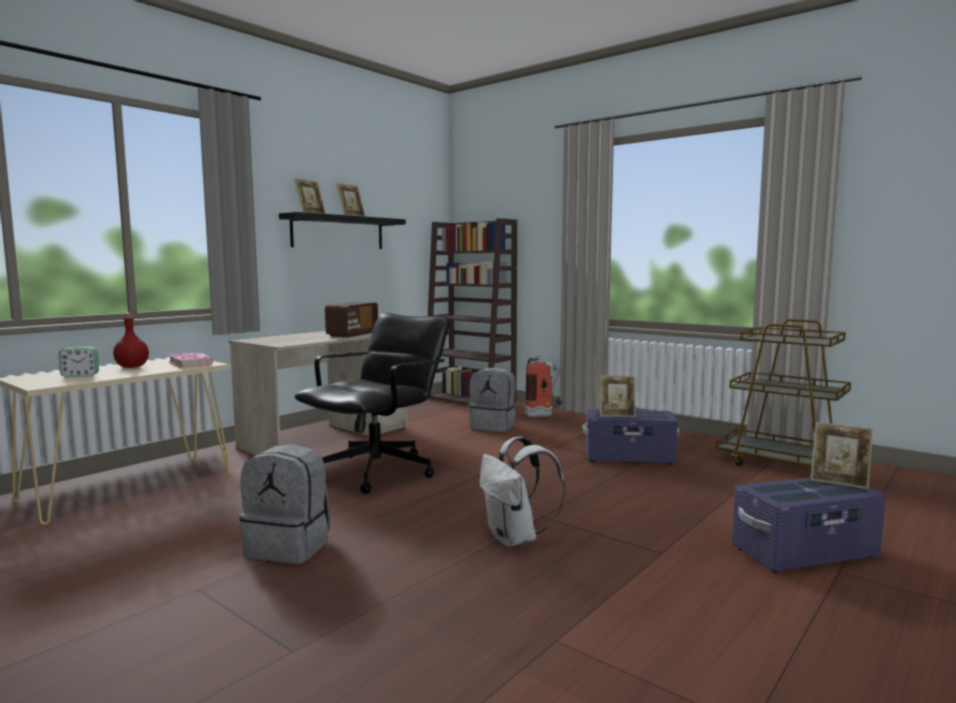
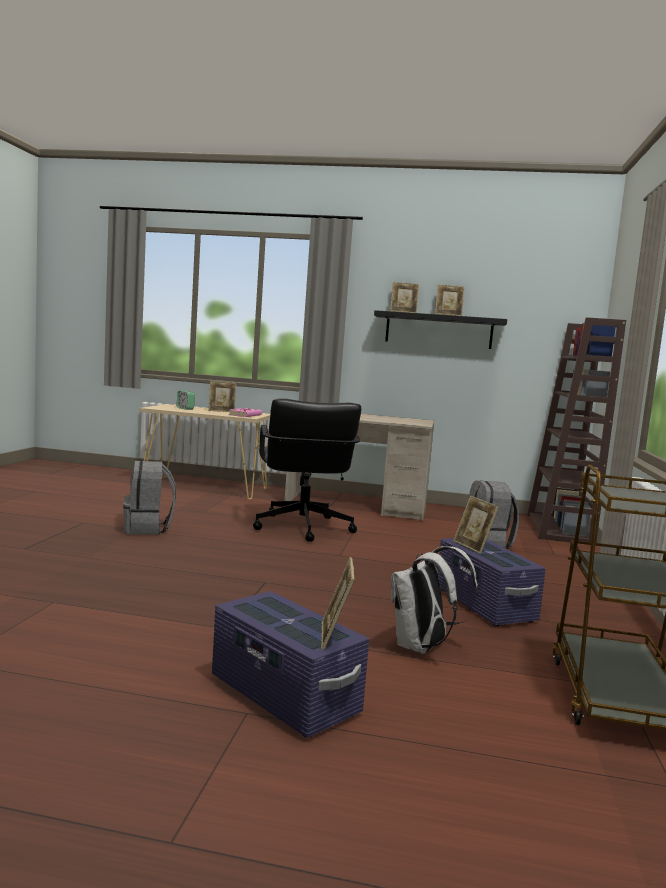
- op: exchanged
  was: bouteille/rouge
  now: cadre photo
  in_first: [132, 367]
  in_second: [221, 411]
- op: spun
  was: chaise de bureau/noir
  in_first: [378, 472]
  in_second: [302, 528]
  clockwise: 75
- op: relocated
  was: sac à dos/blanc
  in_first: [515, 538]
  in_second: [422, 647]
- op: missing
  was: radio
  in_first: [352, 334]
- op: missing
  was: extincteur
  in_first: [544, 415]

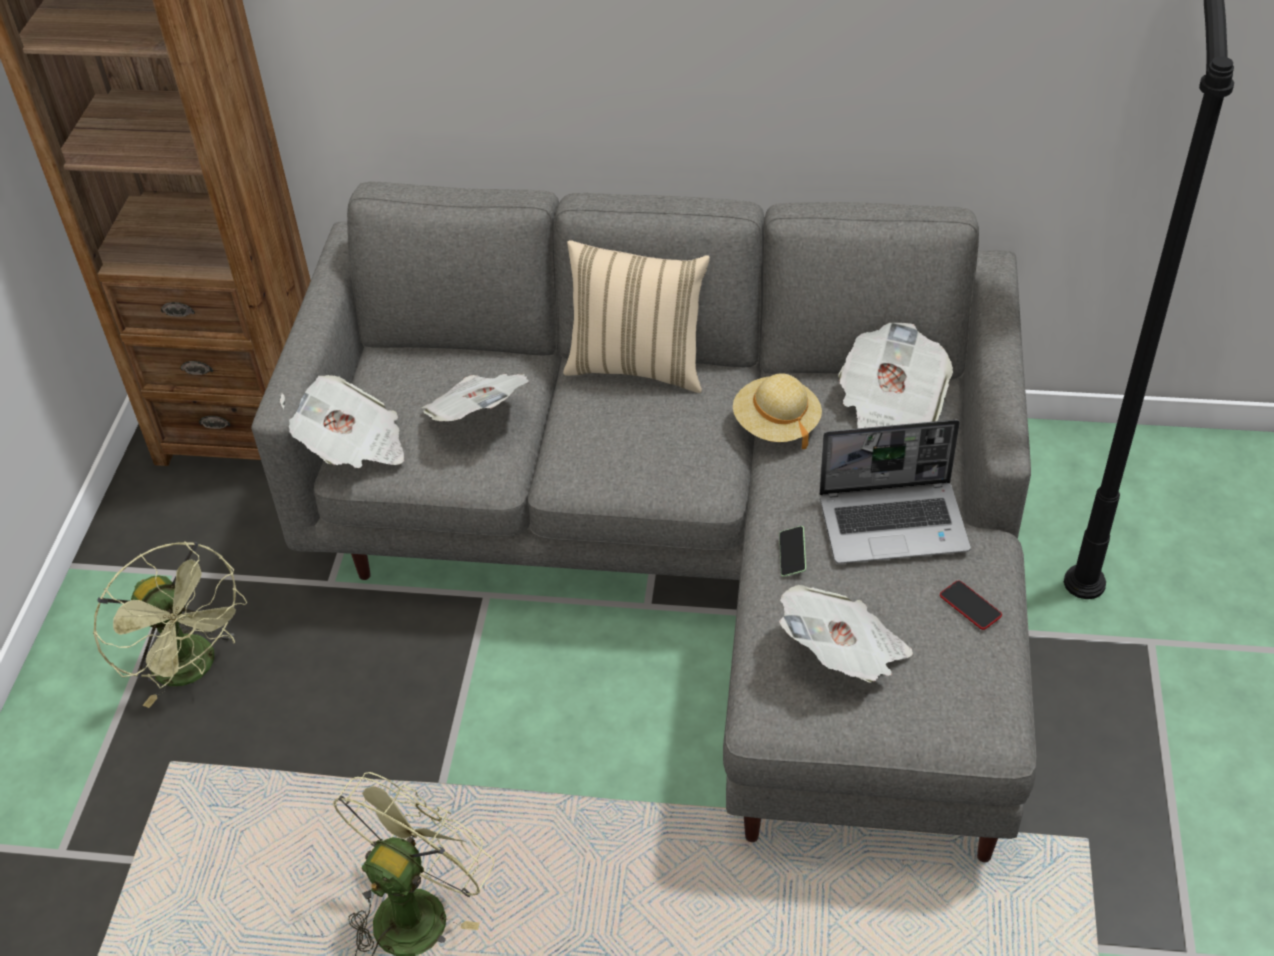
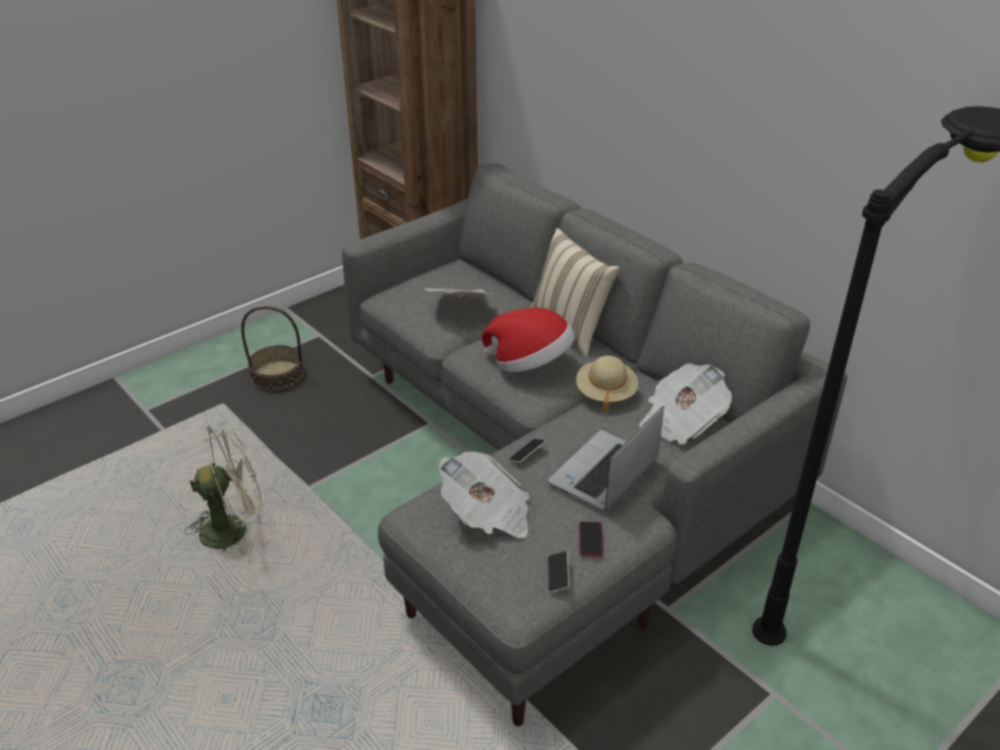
- op: exchanged
  was: ventilateur/vert
  now: panier
  in_first: [193, 669]
  in_second: [277, 374]
- op: appeared
  now: chapeau
  in_second: [530, 364]
- op: spun
  was: ordinateur portable
  in_first: [894, 523]
  in_second: [604, 474]
  clockwise: 90
- op: appeared
  now: téléphone
  in_second: [558, 576]
- op: missing
  was: journal
  in_first: [352, 446]

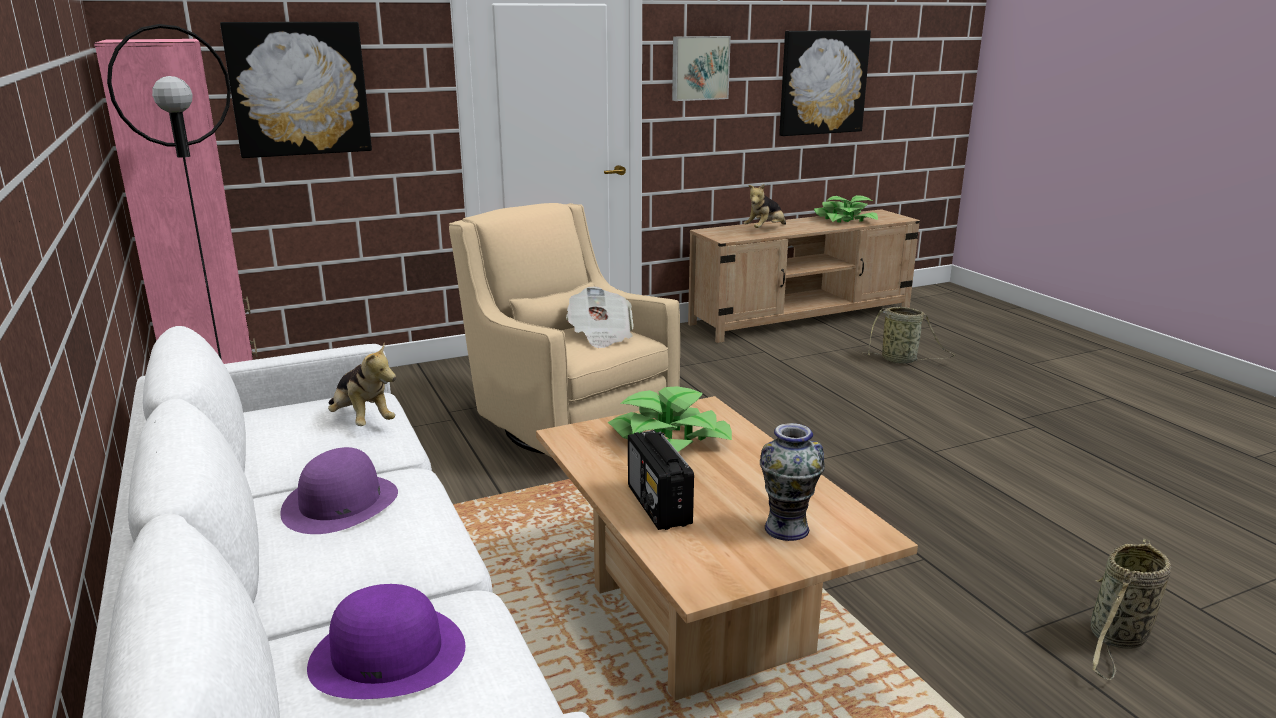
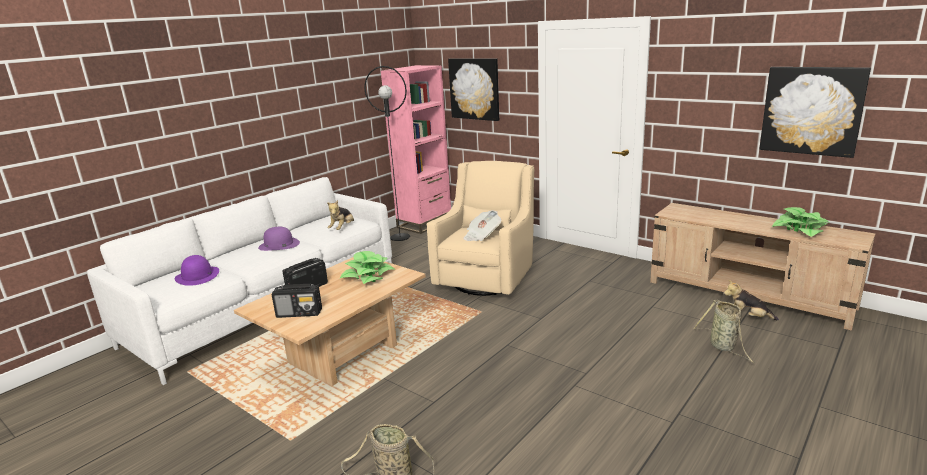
- op: exchanged
  was: vase
  now: radio
  in_first: [786, 528]
  in_second: [300, 313]
- op: relocated
  was: peluche
  in_first: [765, 229]
  in_second: [747, 317]
- op: missing
  was: tableau
  in_first: [699, 68]

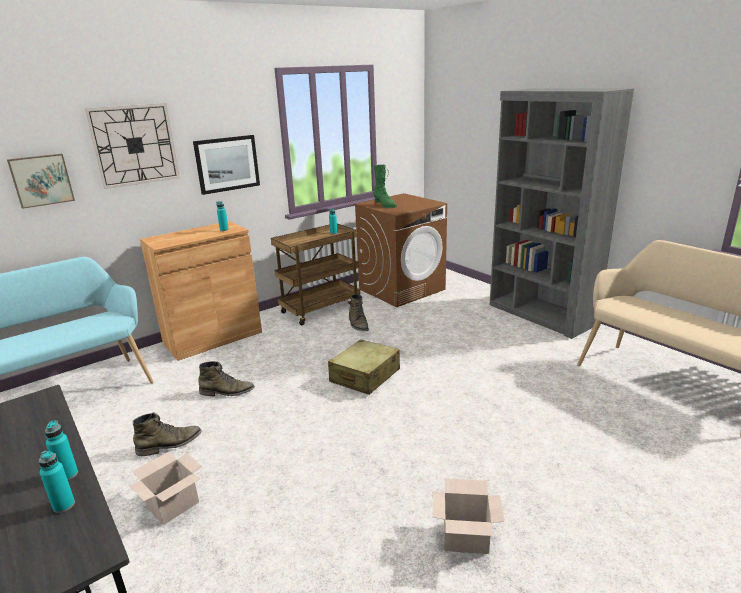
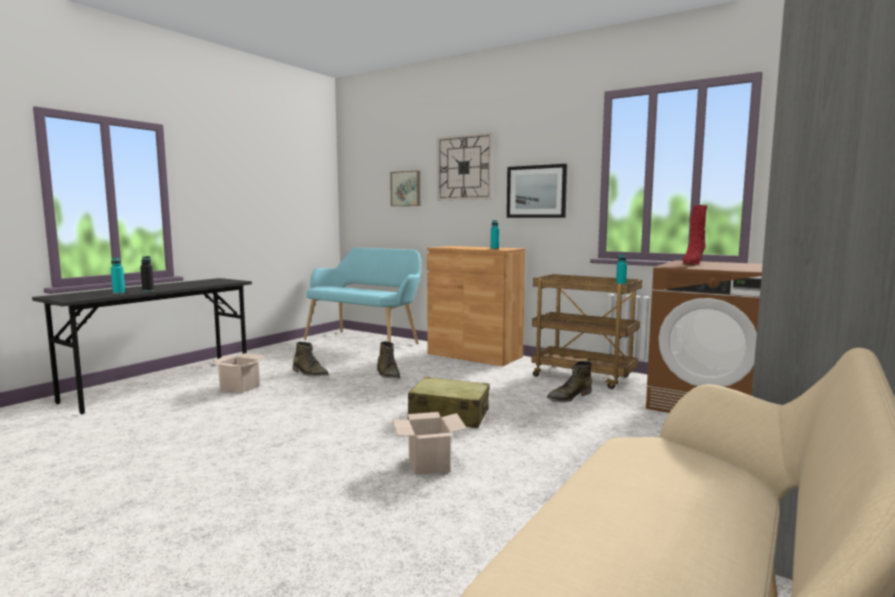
- op: colour
  was: bouteille/turquoise
  now: bouteille/noir
  in_first: [68, 474]
  in_second: [148, 291]
- op: relocated
  was: carton
  in_first: [464, 538]
  in_second: [427, 463]
- op: colour
  was: botte/vert
  now: botte/rouge
  in_first: [385, 205]
  in_second: [692, 263]

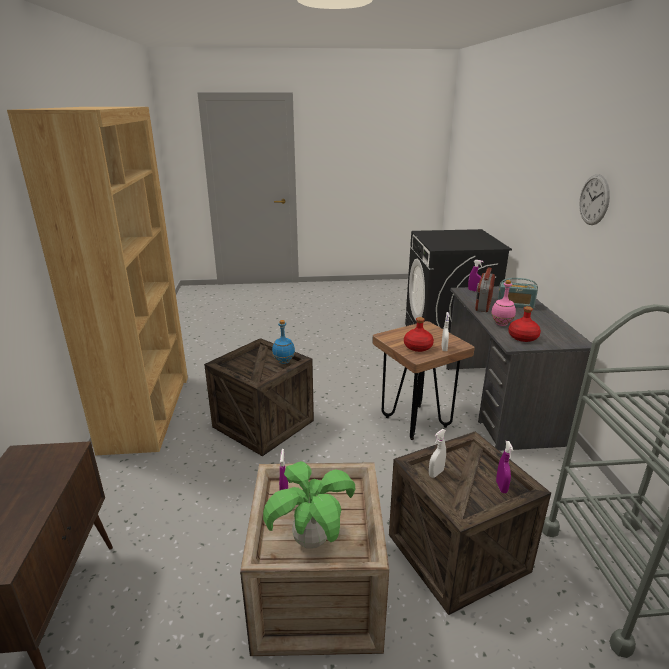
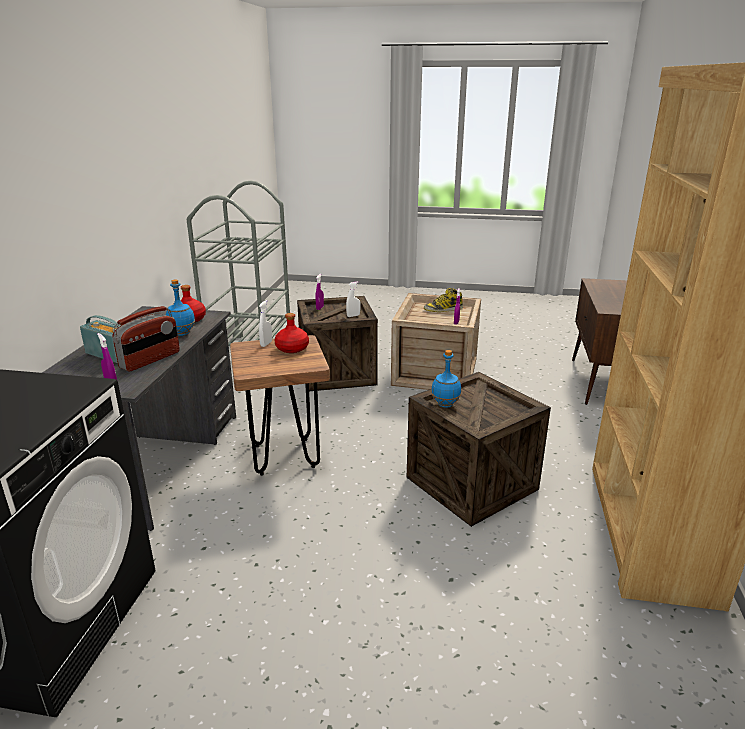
- op: colour
  was: bouteille/rose
  now: bouteille/bleu
  in_first: [501, 324]
  in_second: [182, 334]
- op: exchanged
  was: plante en pot
  now: botte
  in_first: [311, 541]
  in_second: [443, 309]
- op: missing
  was: horloge murale
  in_first: [594, 200]

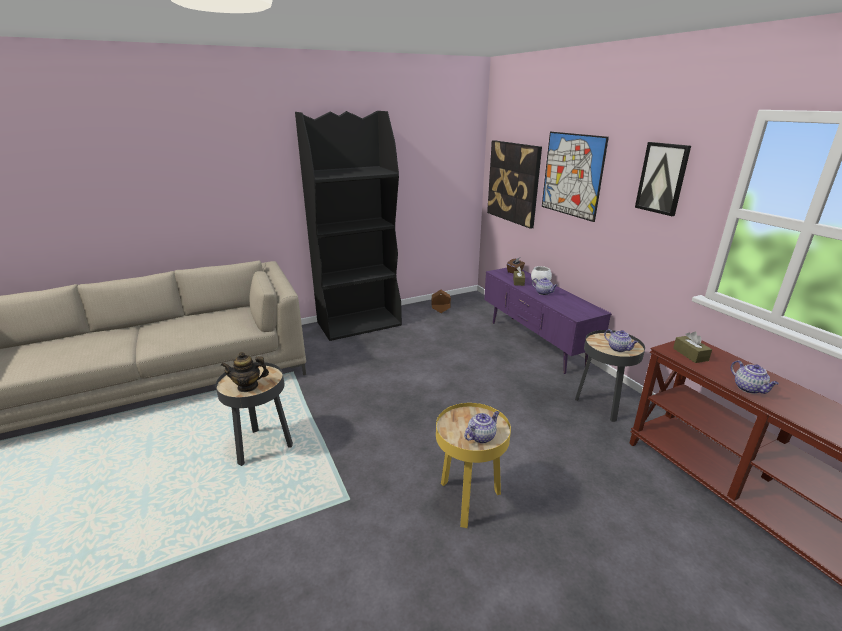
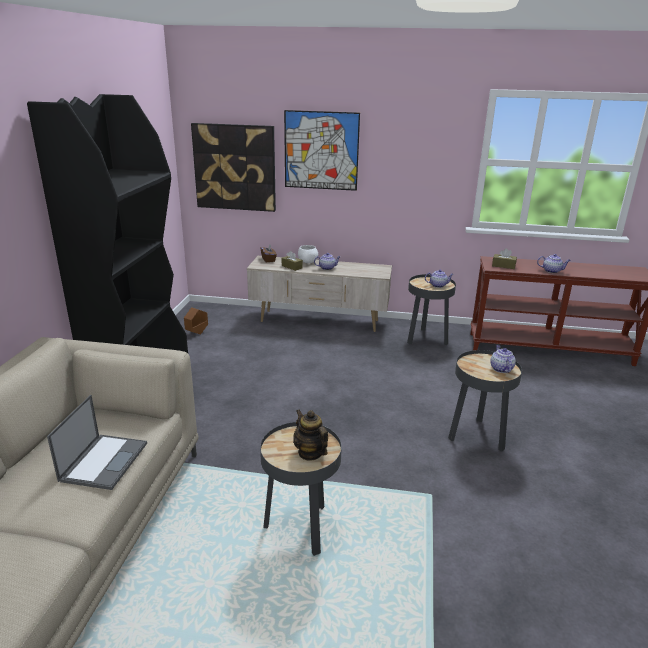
- op: appeared
  now: ordinateur portable
  in_second: [104, 461]
- op: colour
  was: meuble télé/violet
  now: meuble télé/beige
  in_first: [535, 343]
  in_second: [319, 321]
- op: spun
  was: théière
  in_first: [248, 386]
  in_second: [310, 453]
  clockwise: 120
- op: colour
  was: table d'appoint/jaune
  now: table d'appoint/noir
  in_first: [468, 499]
  in_second: [476, 436]
- op: missing
  was: tableau
  in_first: [662, 178]

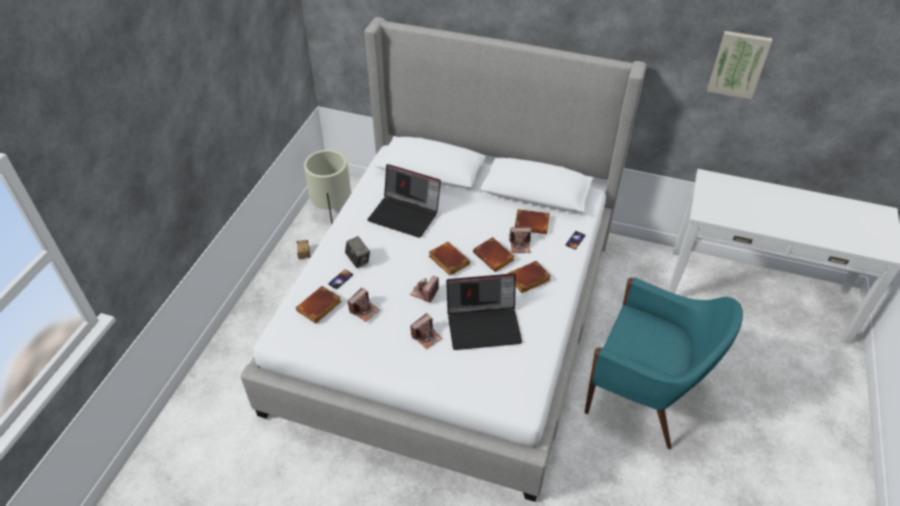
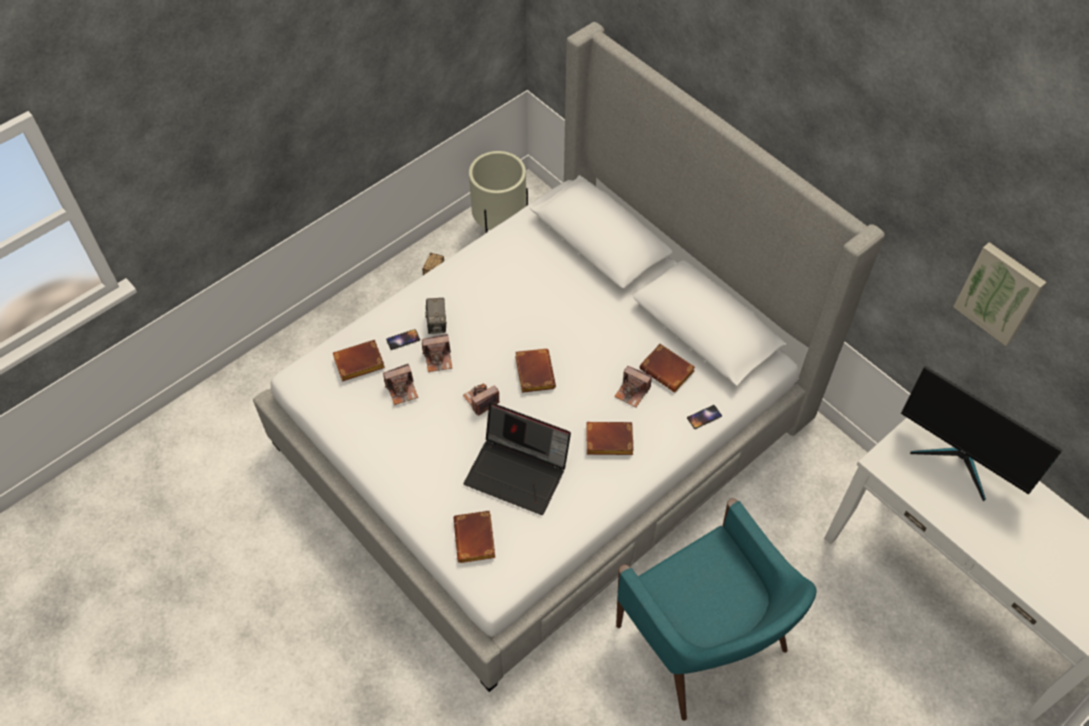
- op: relocated
  was: appareil photo
  in_first: [426, 336]
  in_second: [438, 359]
- op: relocated
  was: livre/marron
  in_first: [495, 257]
  in_second: [476, 540]
- op: appeared
  now: écran d'ordinateur
  in_second: [959, 459]
- op: missing
  was: ordinateur portable
  in_first: [405, 215]

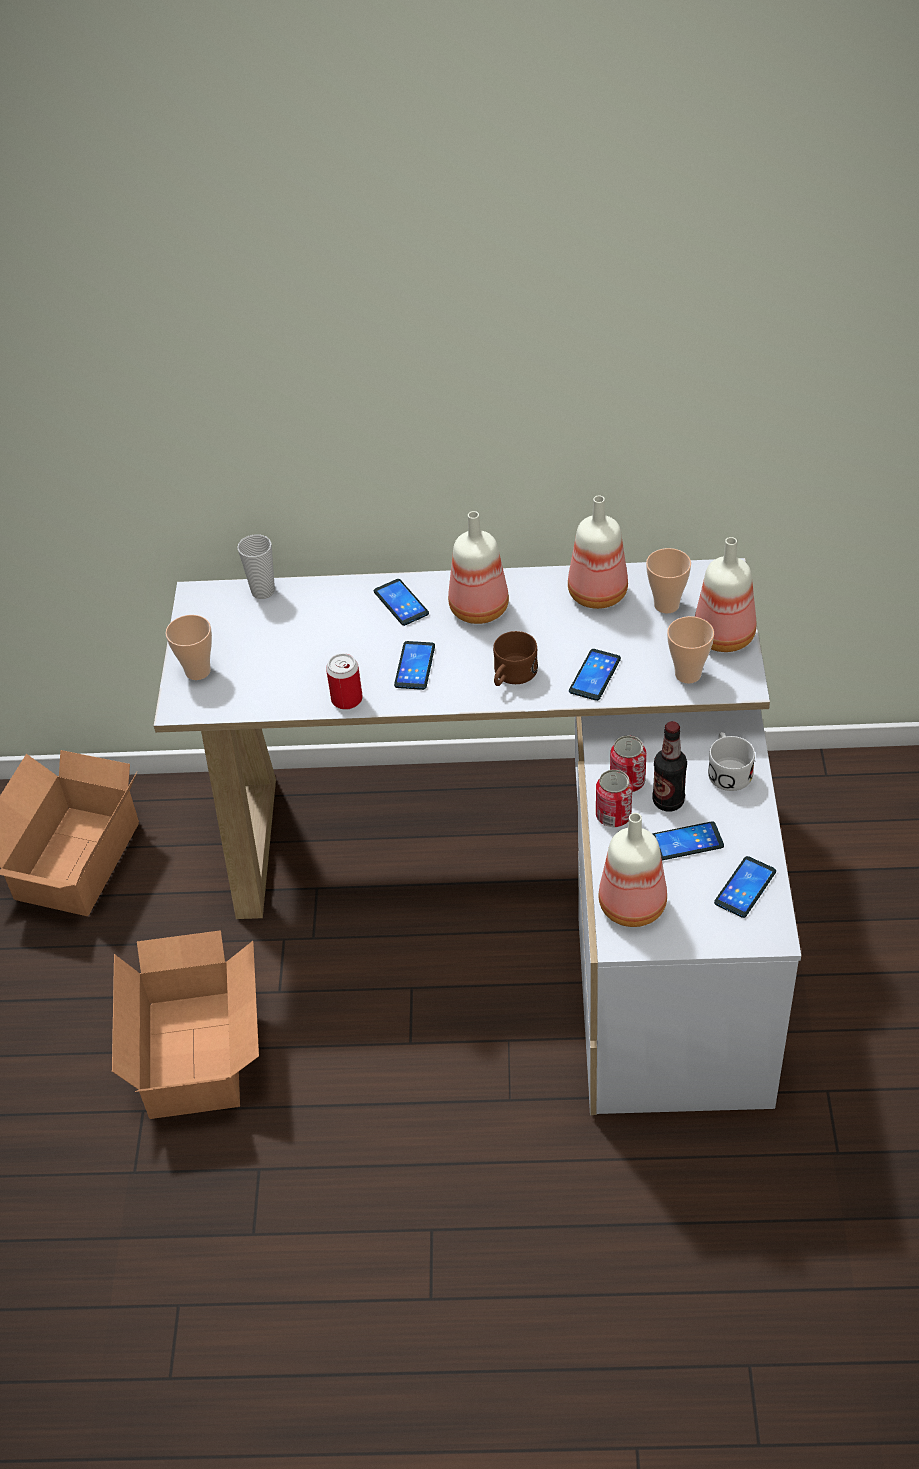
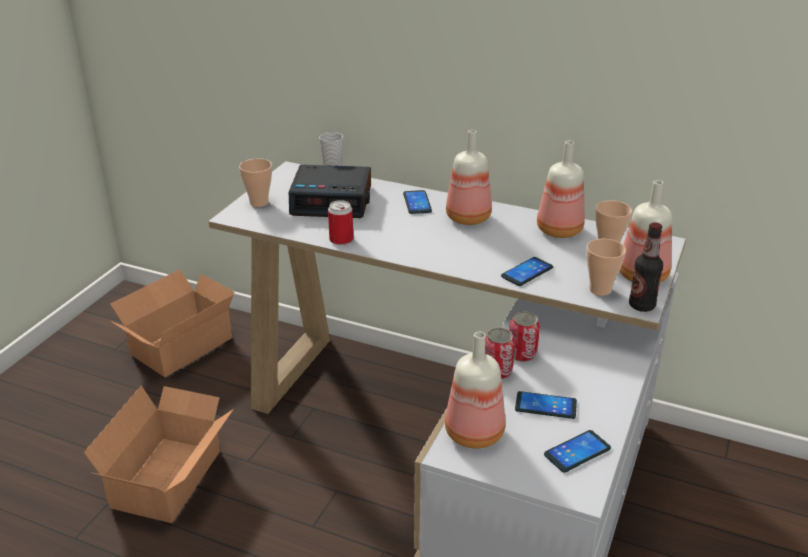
- op: appeared
  now: réveil
  in_second: [332, 200]
- op: relocated
  was: bouteille
  in_first: [668, 801]
  in_second: [641, 306]
- op: missing
  was: téléphone
  in_first: [415, 666]
- op: missing
  was: mug/marron
  in_first: [511, 676]
- op: missing
  was: mug/blanc
  in_first: [727, 770]

